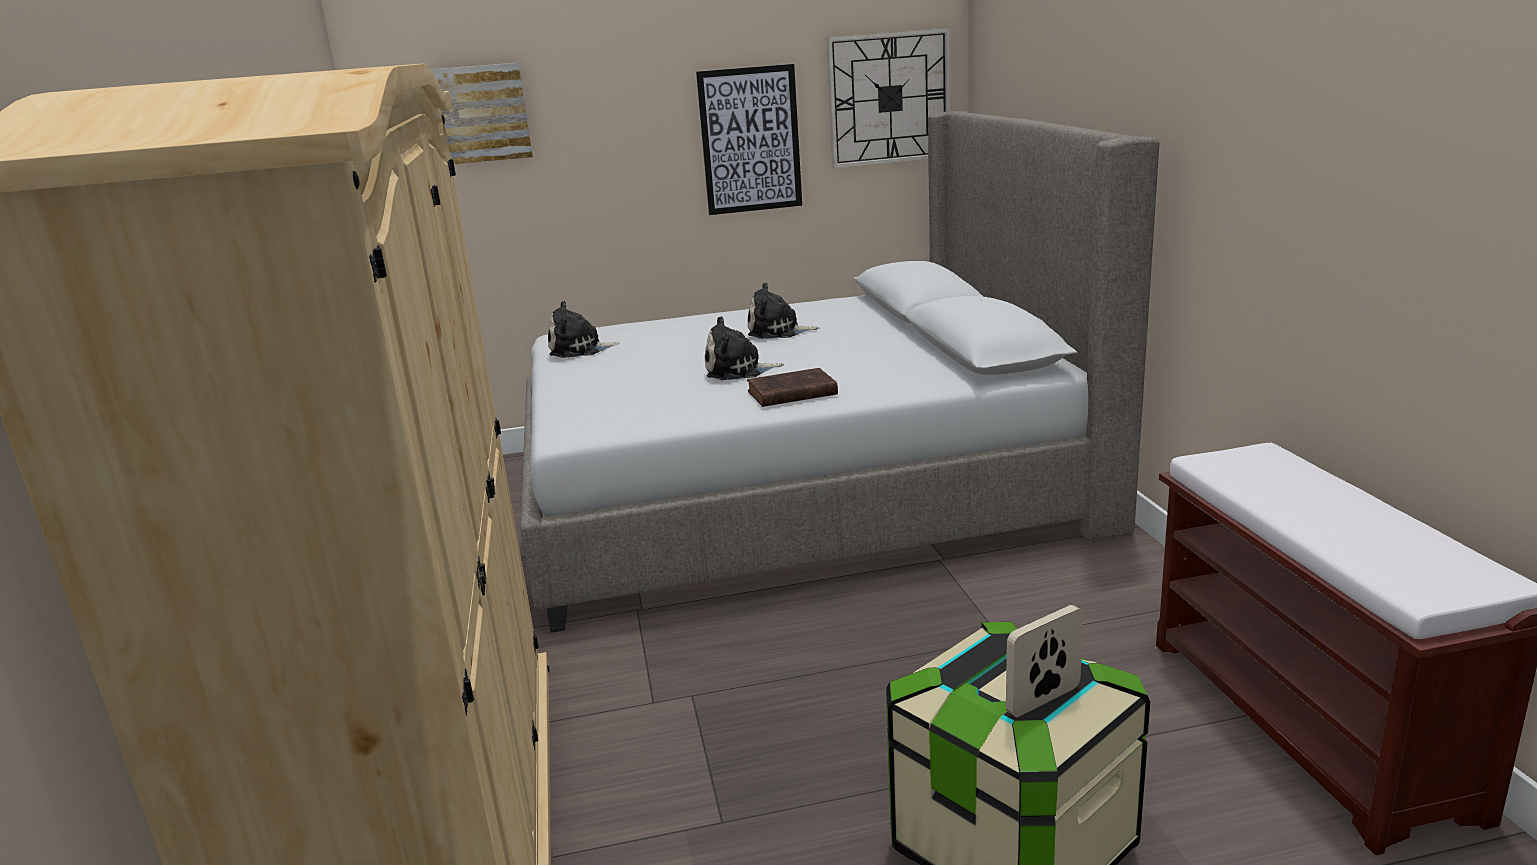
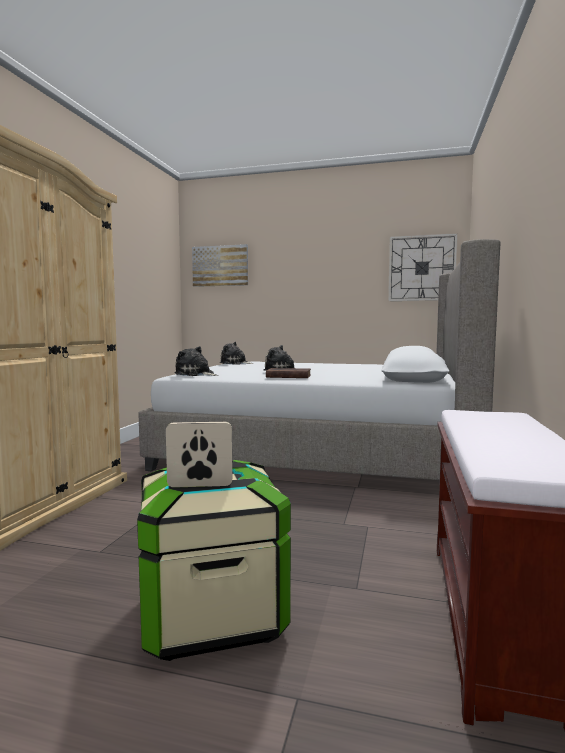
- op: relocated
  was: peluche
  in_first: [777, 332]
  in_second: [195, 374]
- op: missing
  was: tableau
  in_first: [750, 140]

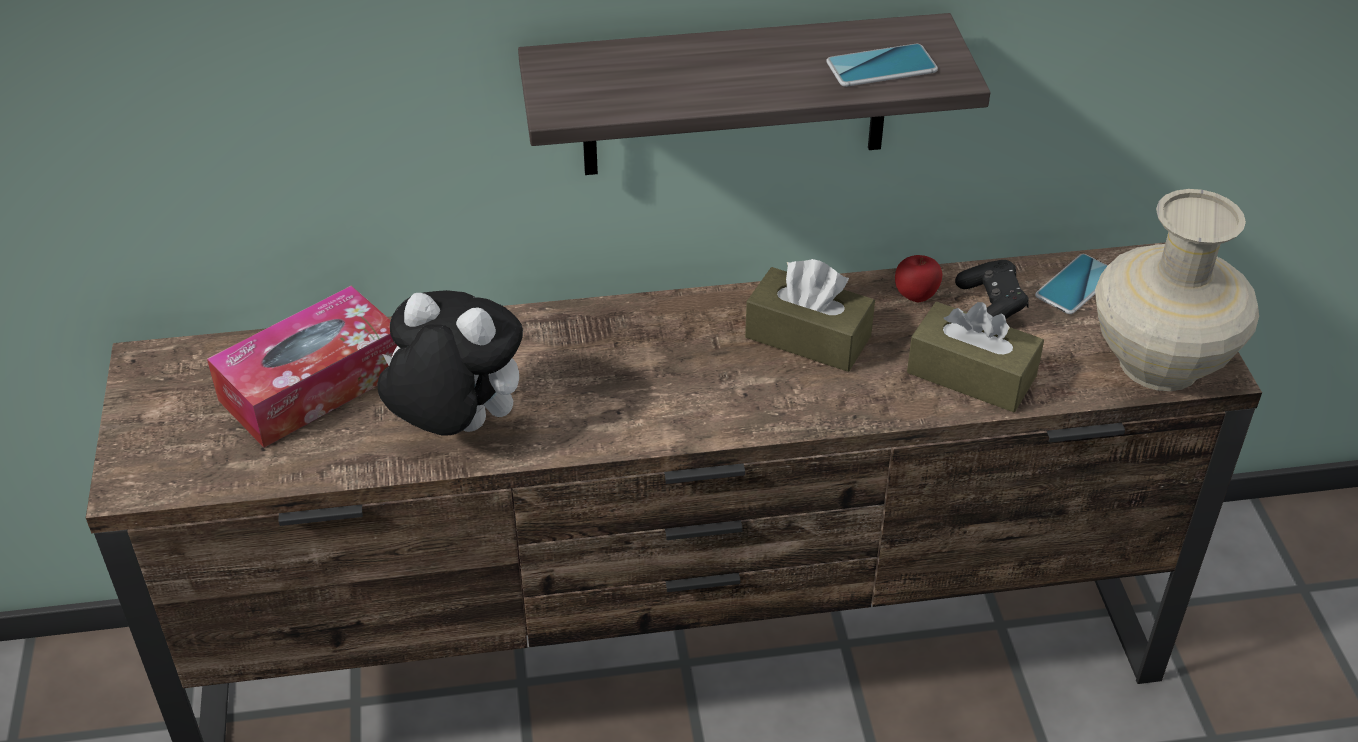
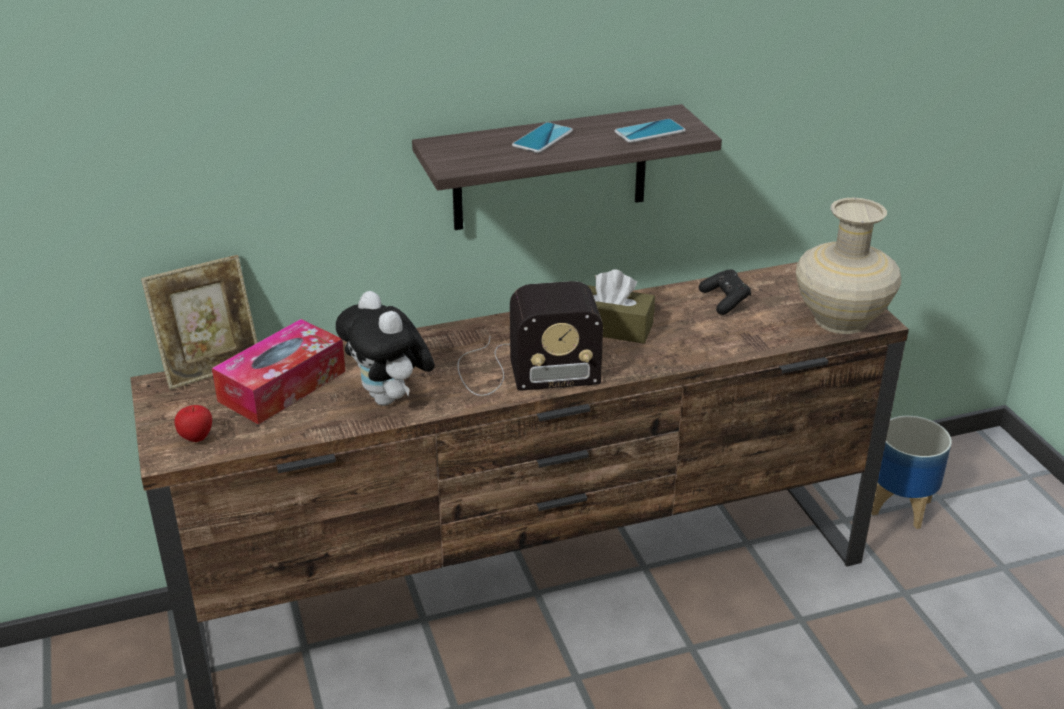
- op: appeared
  now: cadre photo
  in_second: [211, 367]
- op: relocated
  was: pomme
  in_first: [915, 296]
  in_second: [196, 438]
- op: spun
  was: peluche
  in_first: [456, 427]
  in_second: [390, 399]
  clockwise: -135
- op: appeared
  now: radio
  in_second: [523, 370]
- op: relocated
  was: téléphone
  in_first: [1076, 285]
  in_second: [543, 139]
- op: appeared
  now: cache-pot
  in_second: [901, 508]
- op: missing
  was: boîte à mouchoirs/marron
  in_first: [971, 374]

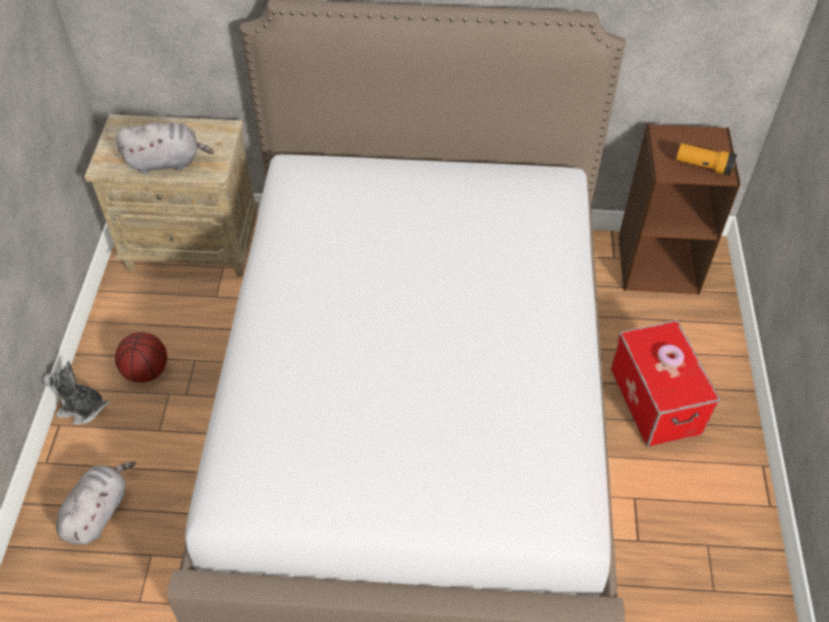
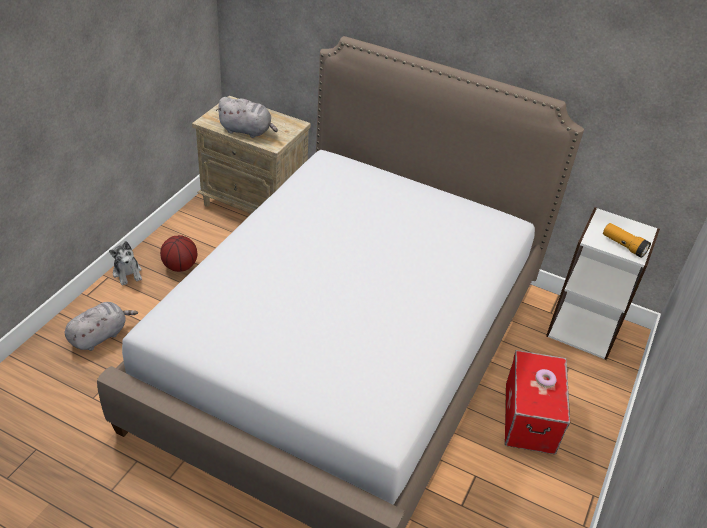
- op: spun
  was: peluche
  in_first: [82, 408]
  in_second: [127, 273]
  clockwise: -150
- op: colour
  was: bibliothèque/marron
  now: bibliothèque/blanc
  in_first: [658, 263]
  in_second: [583, 328]

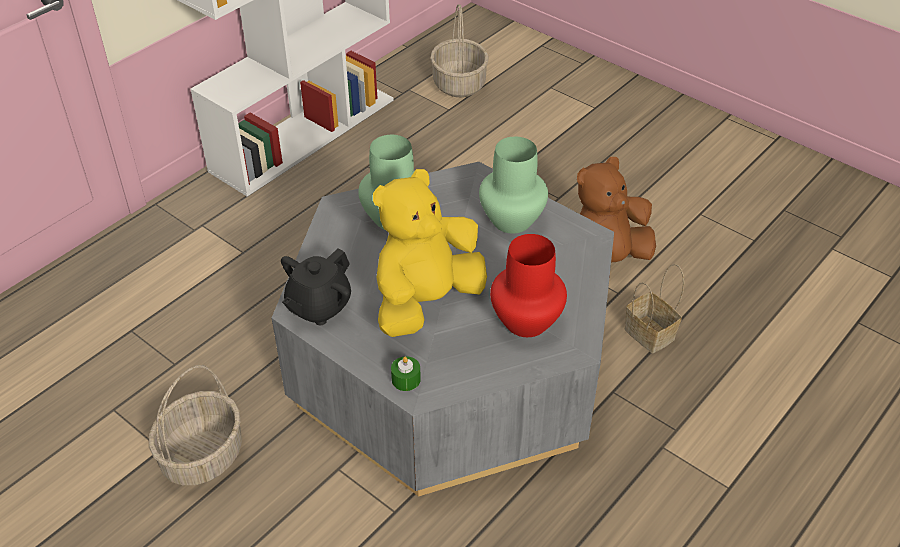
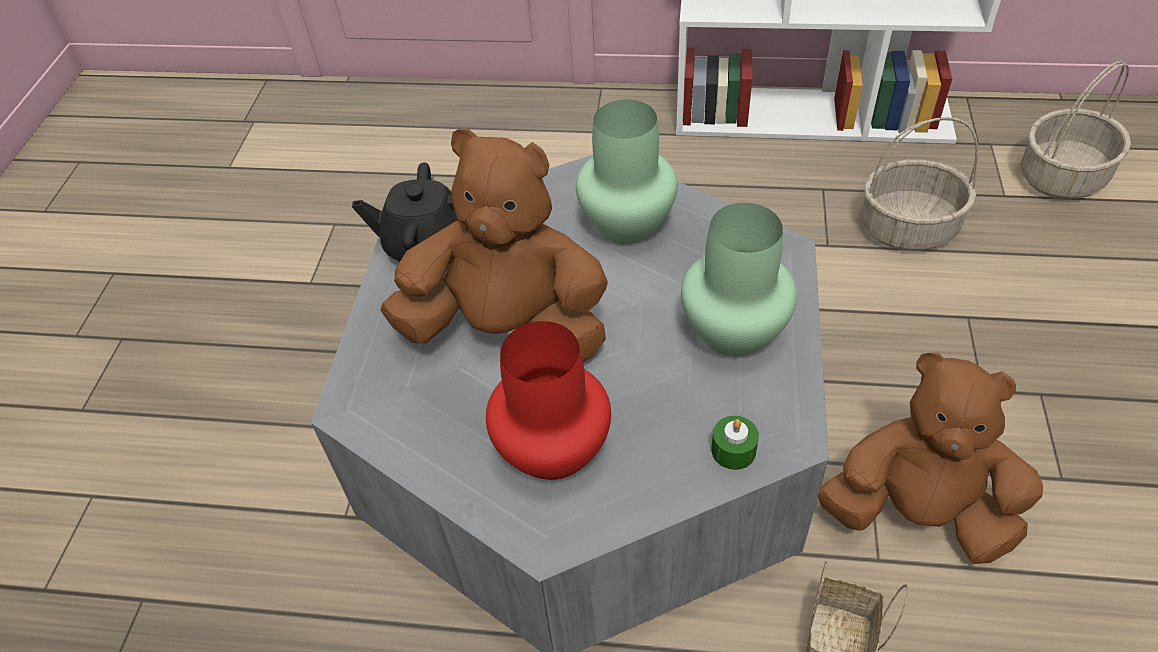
- op: colour
  was: peluche/jaune
  now: peluche/marron
  in_first: [426, 301]
  in_second: [508, 330]
- op: relocated
  was: bougie/vert
  in_first: [406, 379]
  in_second: [733, 450]
- op: relocated
  was: panier
  in_first: [202, 457]
  in_second: [907, 229]

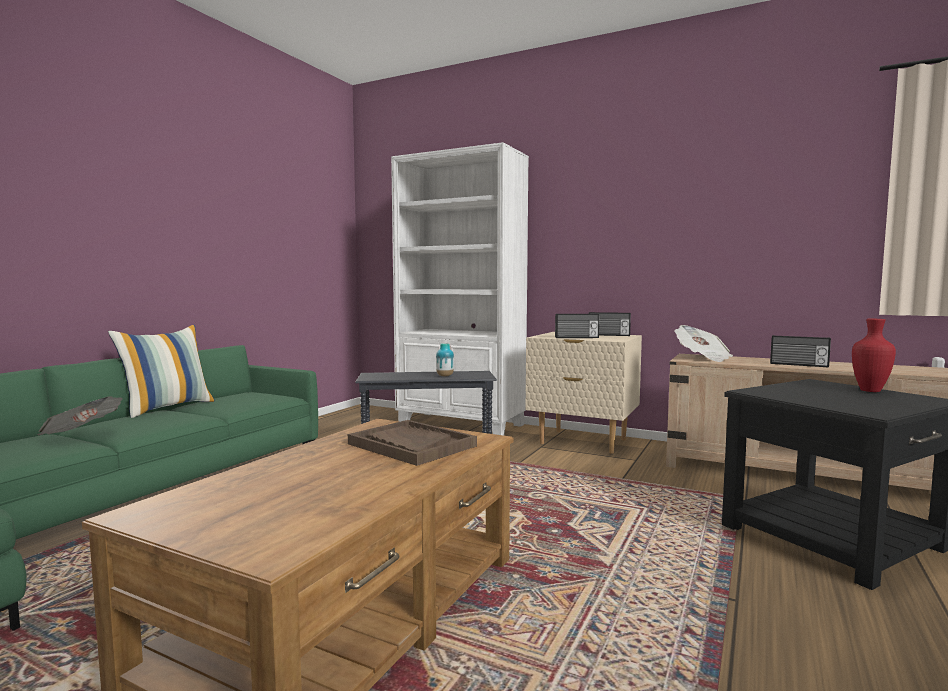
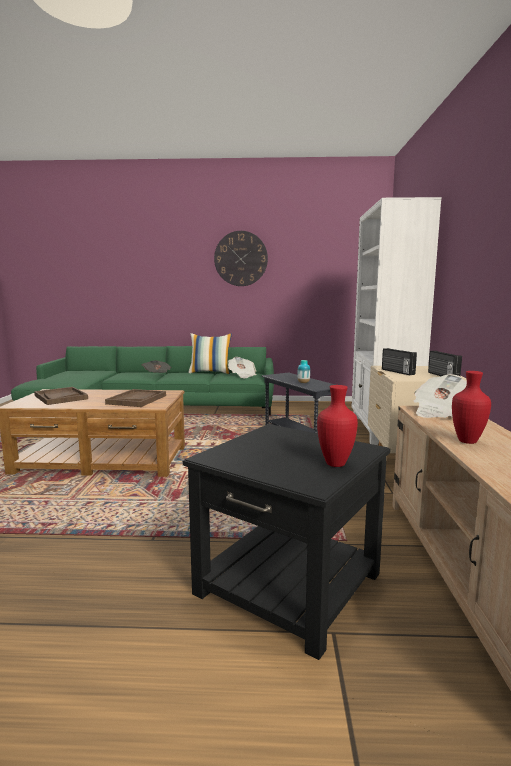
- op: appeared
  now: plateau/marron
  in_second: [60, 397]
- op: appeared
  now: horloge murale
  in_second: [241, 258]
- op: appeared
  now: journal
  in_second: [242, 375]
- op: exchanged
  was: radio
  now: vase/rouge
  in_first: [798, 365]
  in_second: [468, 441]

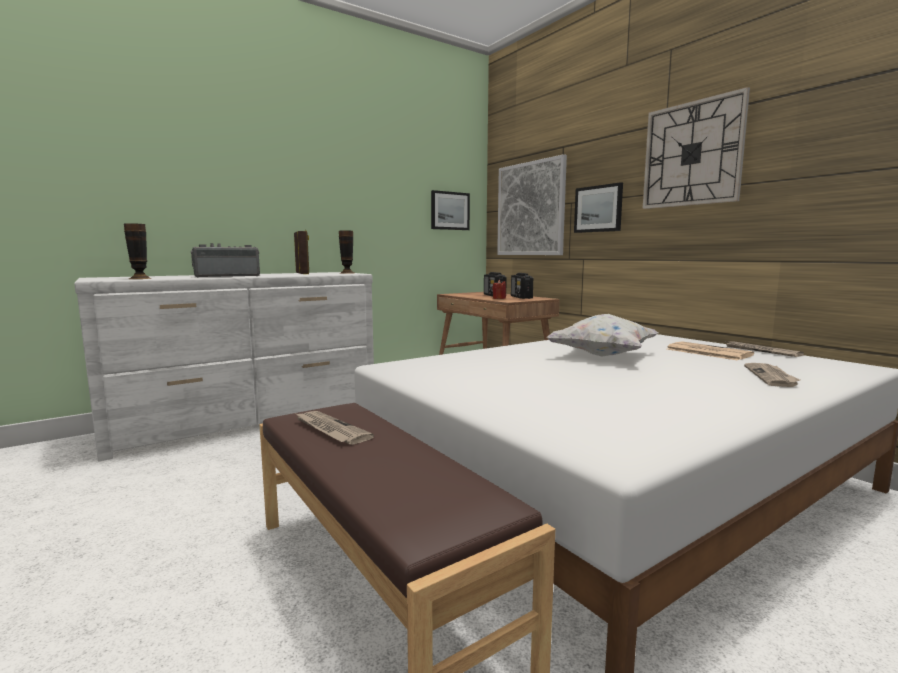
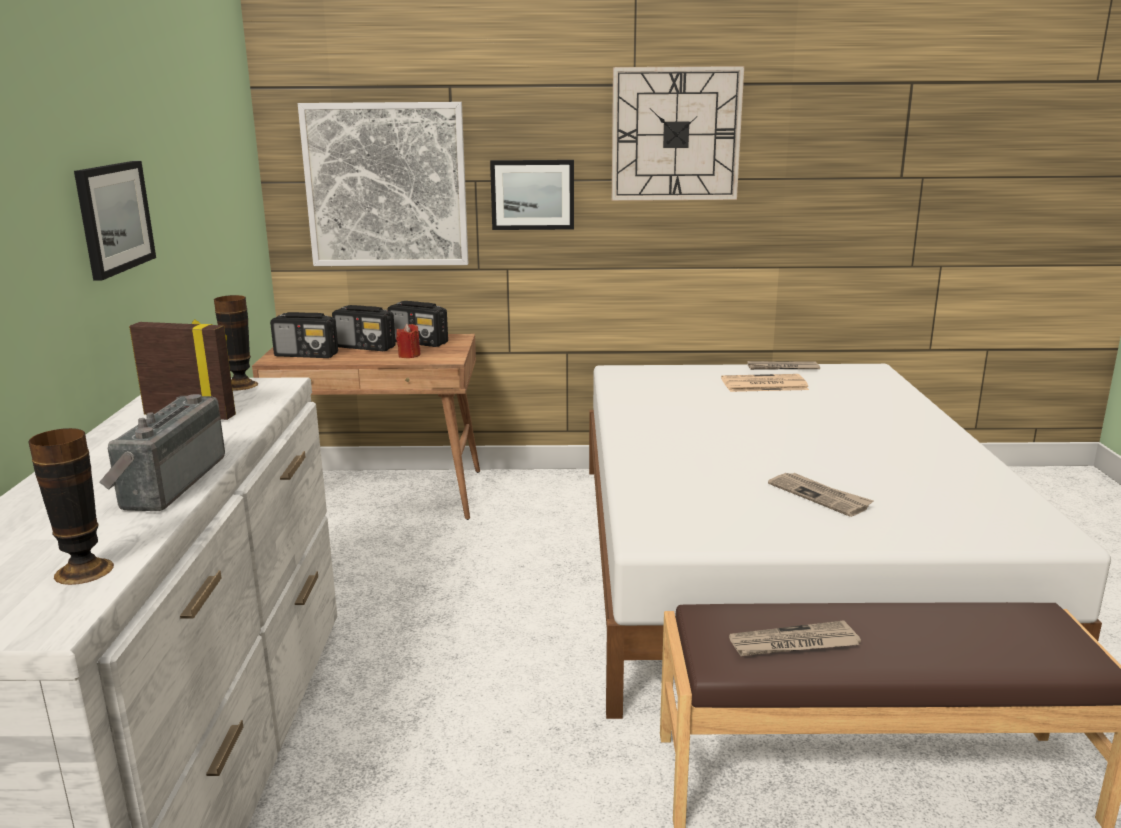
- op: relocated
  was: tableau
  in_first: [450, 211]
  in_second: [114, 217]
- op: appeared
  now: radio
  in_second: [307, 355]
- op: relocated
  was: journal
  in_first: [771, 377]
  in_second: [820, 496]
- op: missing
  was: coussin/blanc
  in_first: [603, 355]

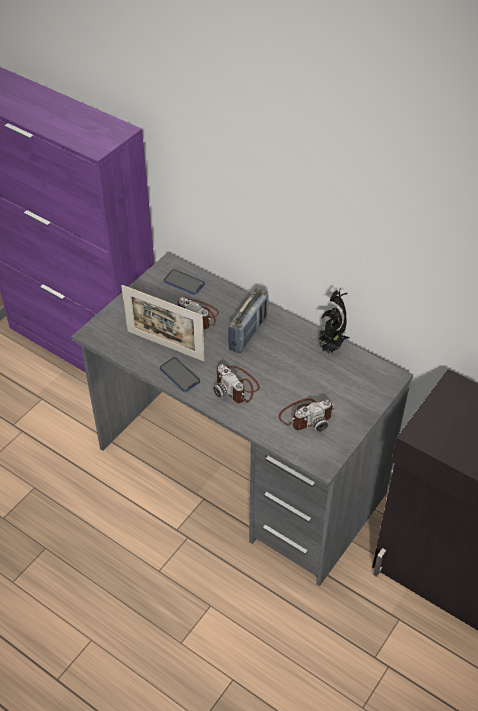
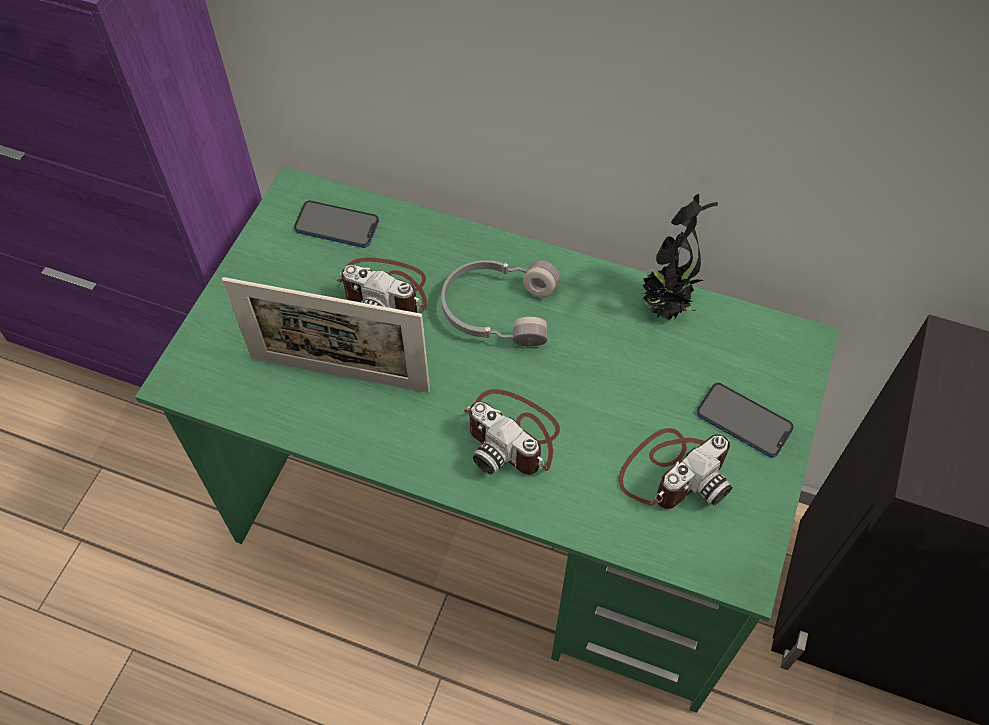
- op: colour
  was: bureau/gris
  now: bureau/vert
  in_first: [240, 472]
  in_second: [496, 525]
- op: exchanged
  was: radio
  now: casque audio/gris
  in_first: [248, 333]
  in_second: [498, 309]
- op: relocated
  was: téléphone
  in_first: [179, 375]
  in_second: [743, 421]

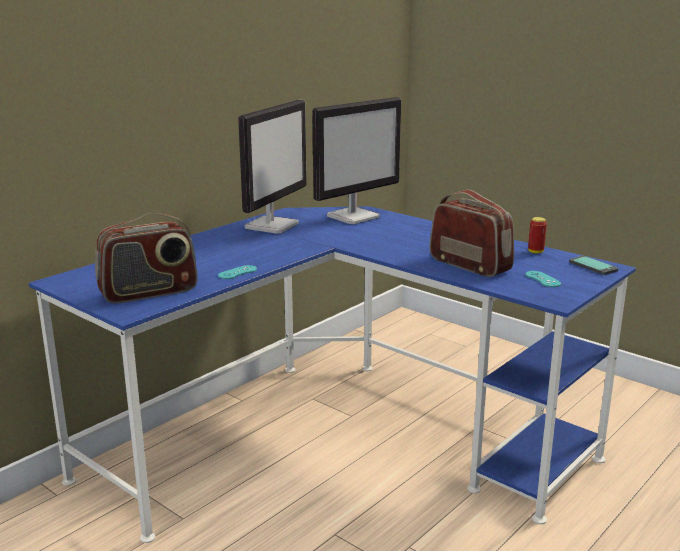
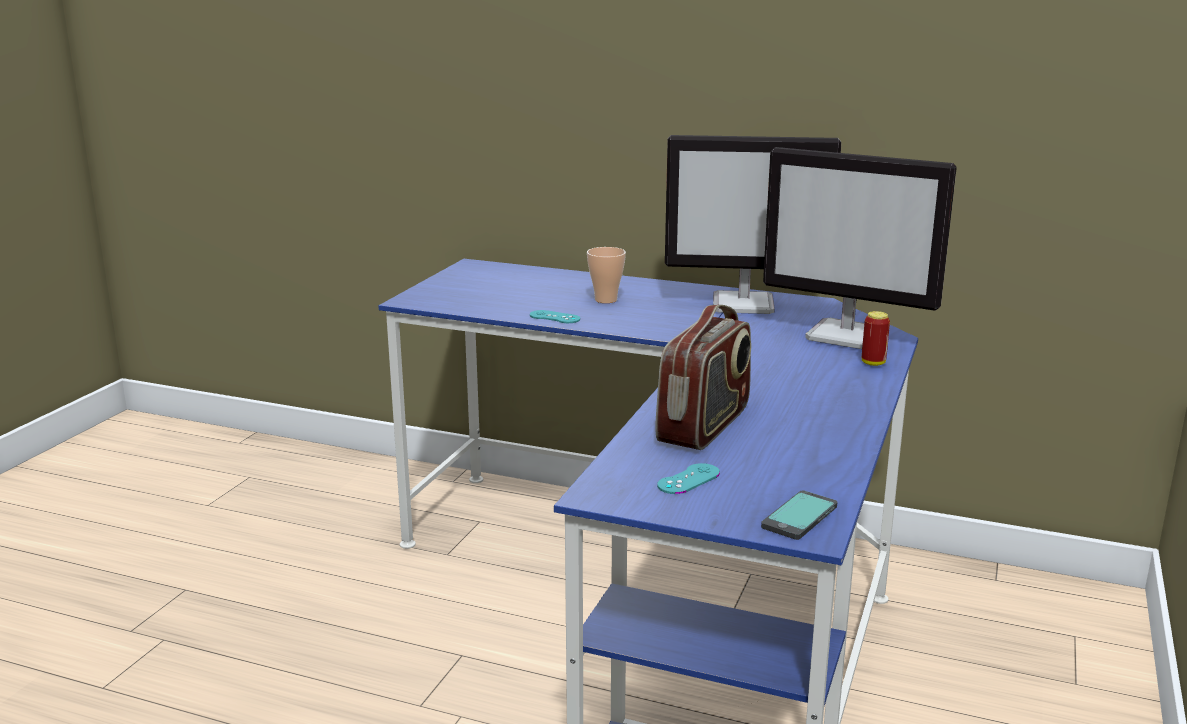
- op: appeared
  now: tasse
  in_second: [606, 300]
- op: relocated
  was: boîte métallique
  in_first: [535, 252]
  in_second: [873, 363]
- op: missing
  was: radio
  in_first: [149, 293]

